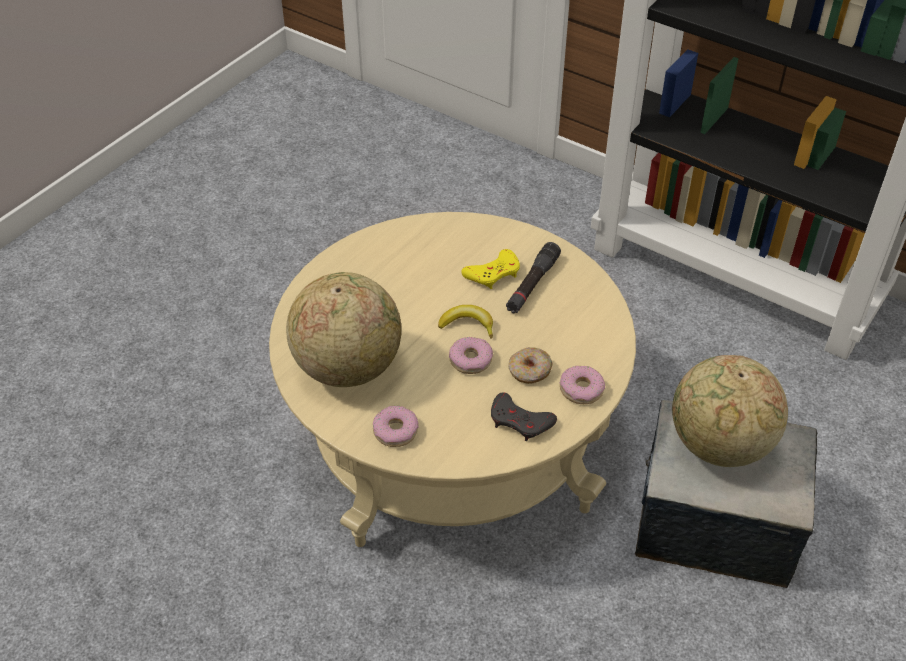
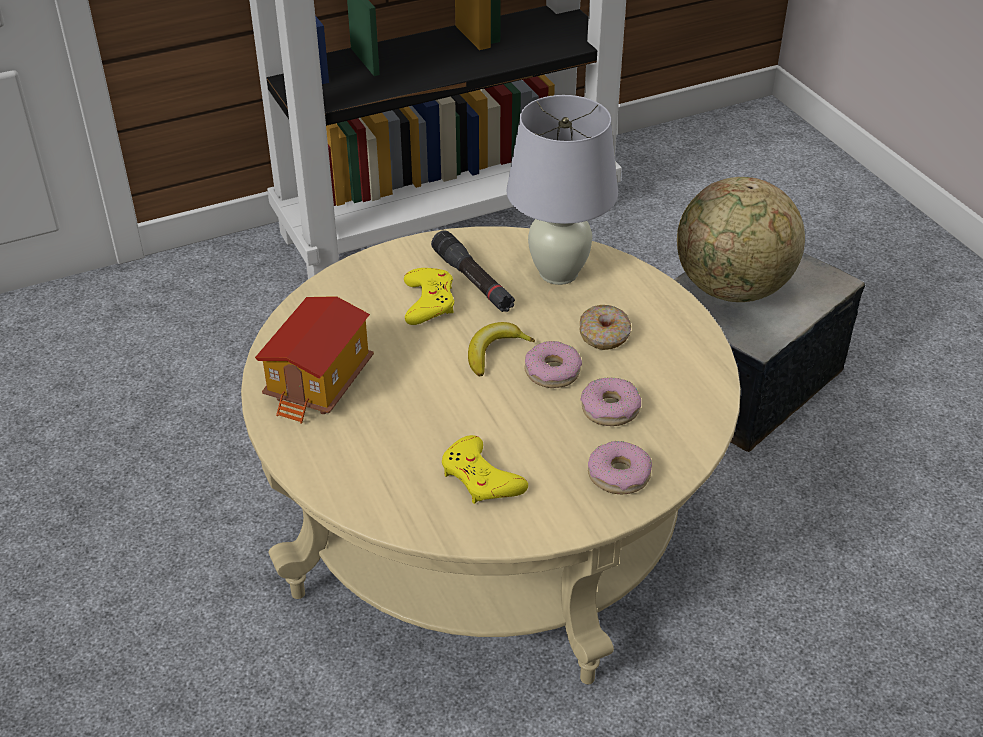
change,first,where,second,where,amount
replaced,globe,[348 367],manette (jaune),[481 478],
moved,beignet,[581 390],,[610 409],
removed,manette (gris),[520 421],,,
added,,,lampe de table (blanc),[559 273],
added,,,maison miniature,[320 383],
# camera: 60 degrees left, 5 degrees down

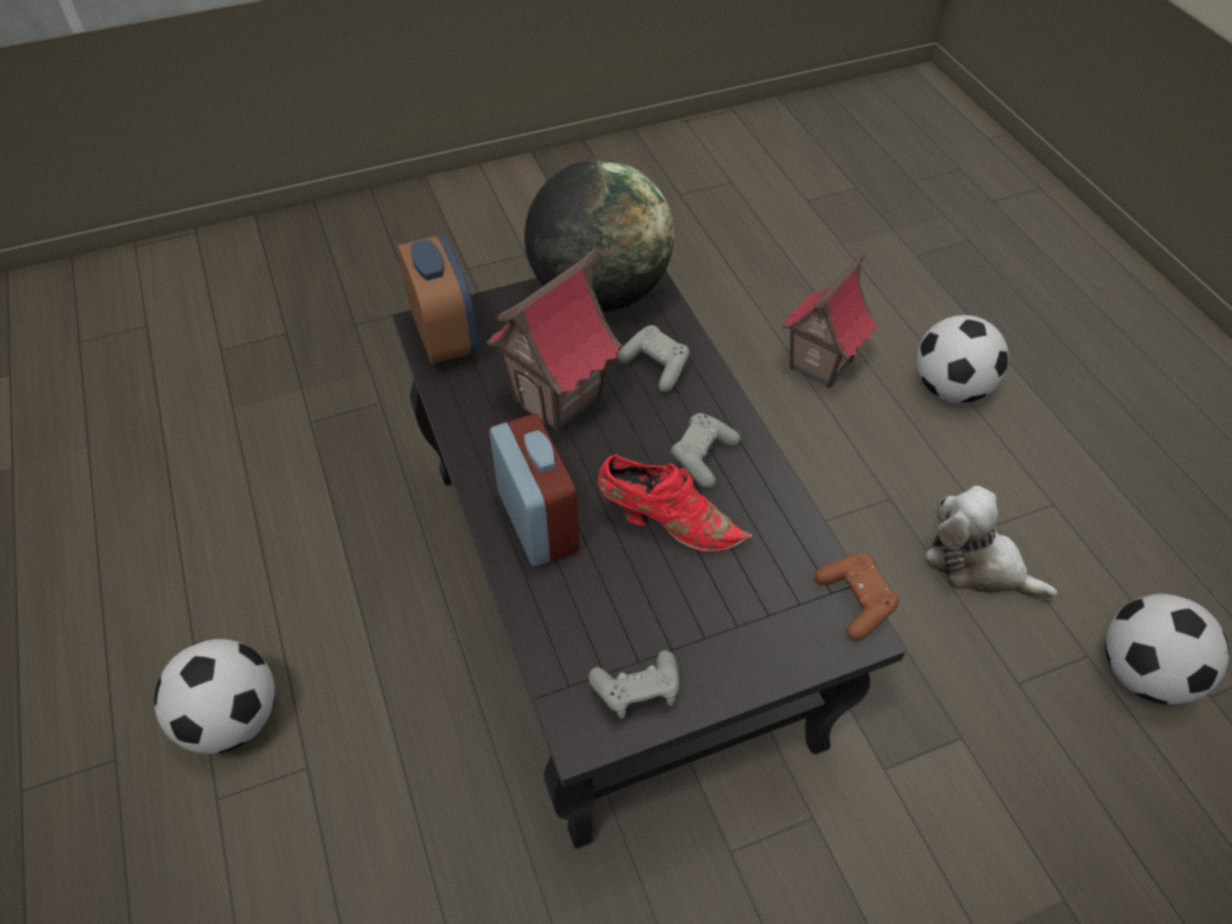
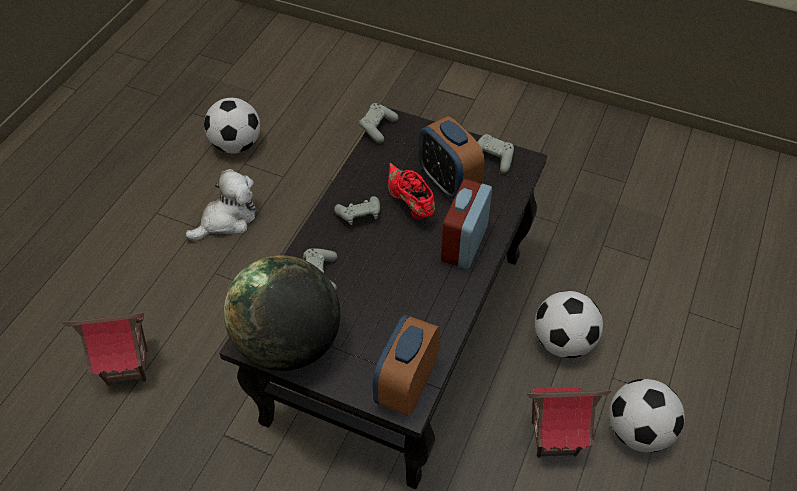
change,first,where,second,where,amount
moved,maison miniature,[558 399],,[553 438],
moved,ballon de foot,[950 388],,[563 342],
turned,peluche,[977 565],,[227 219],120 degrees counterclockwise
recoloured,manette (marron),[855 602],manette (gris),[377 128],
added,,,réveil,[448 182],
# camera: 135 degrees left, 0 degrees up

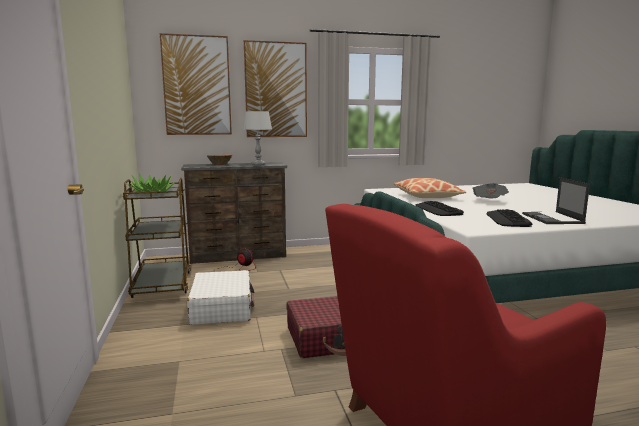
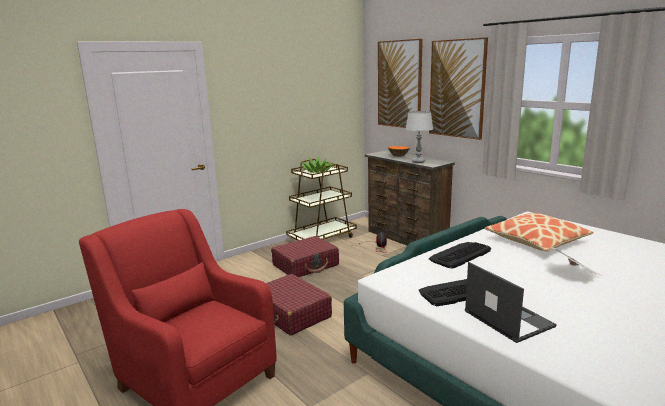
change,first,where,second,where,amount
turned,ordinateur portable,[553 218],,[507 318],90 degrees clockwise
recoloured,valise (blanc),[222 308],valise (rouge),[306 265],
# camera: 65 degrees right, 5 degrees up

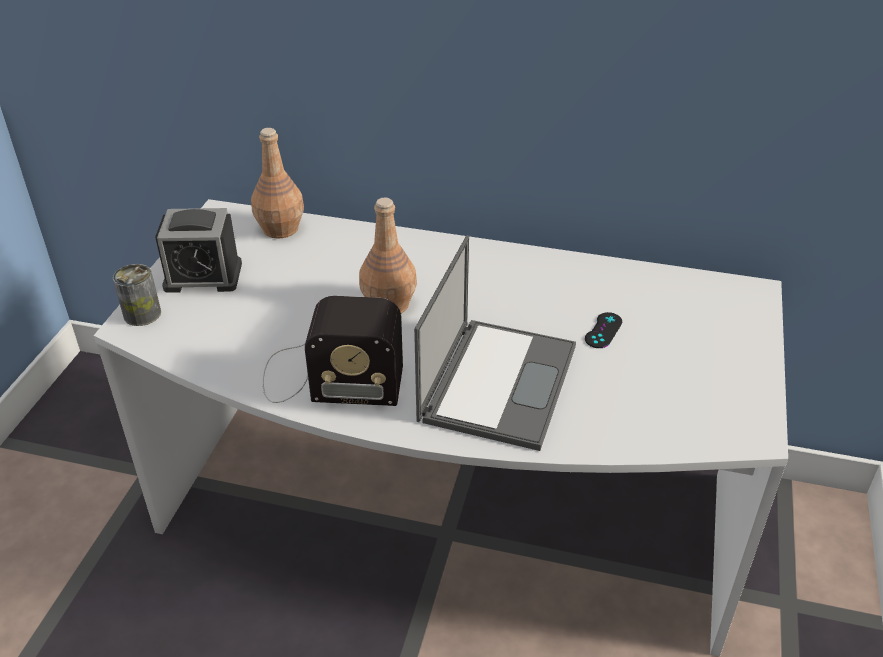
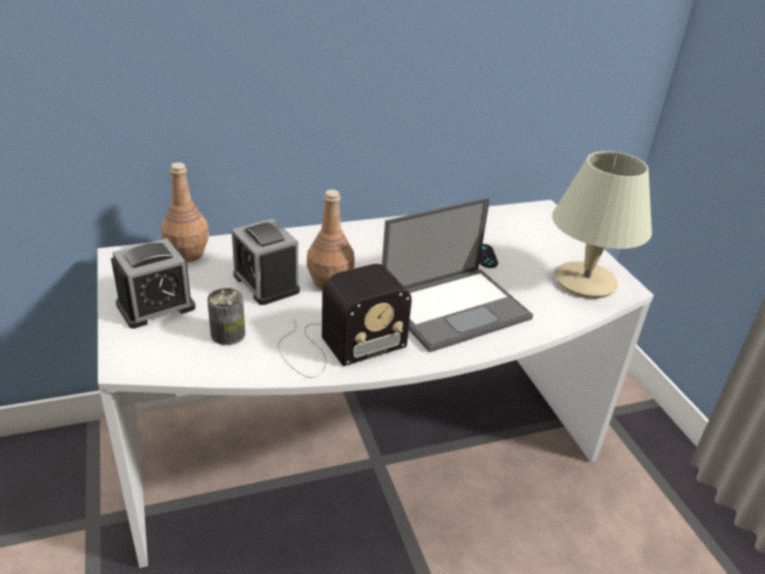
change,first,where,second,where,amount
turned,ordinateur portable,[498 381],,[455 307],75 degrees clockwise
moved,boîte métallique,[142 314],,[228 334],
added,,,lampe de table (beige),[584 281],
added,,,réveil,[266 283],
# camera: 35 degrees left, 5 degrees down

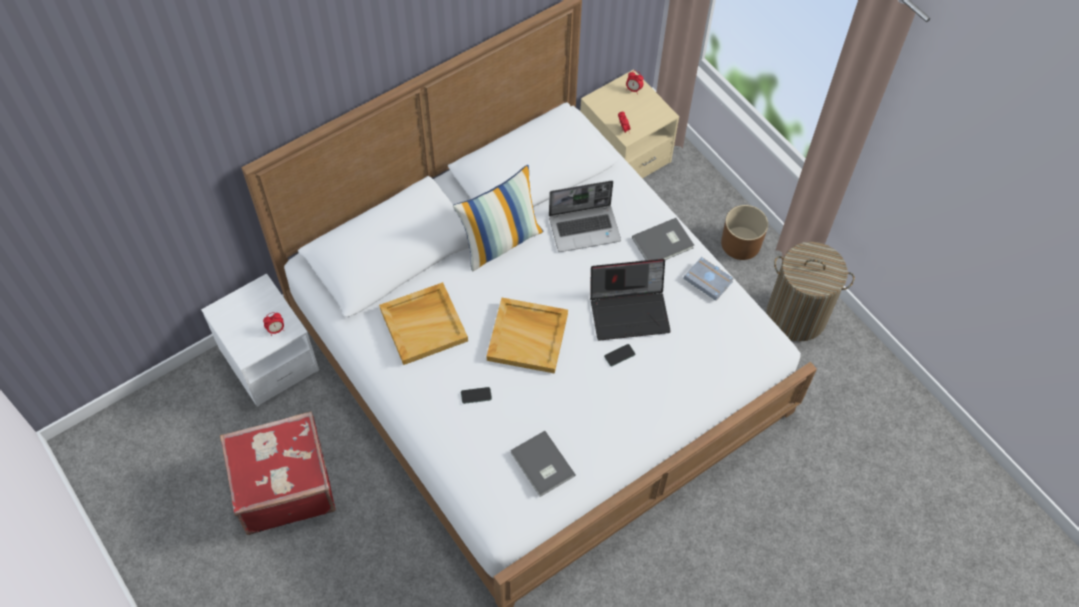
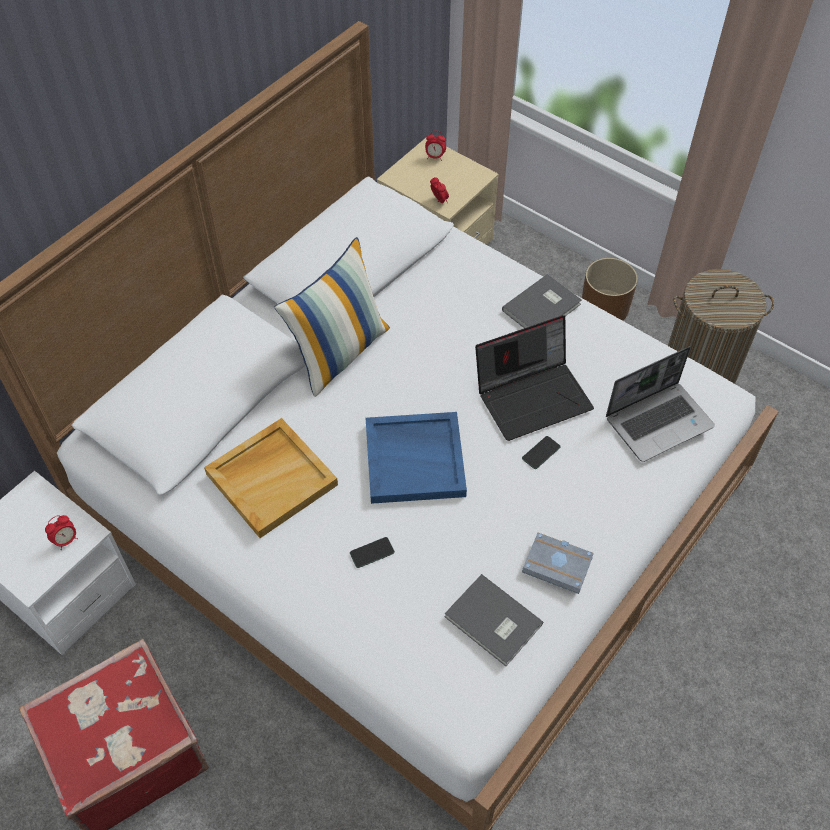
change,first,where,second,where,amount
moved,ordinateur portable,[585 228],,[659 421],
moved,livre (gris),[709 280],,[559 564],
recoloured,plateau (beige),[528 336],plateau (bleu),[415 459],
# camera: 15 degrees left, 5 degrees down

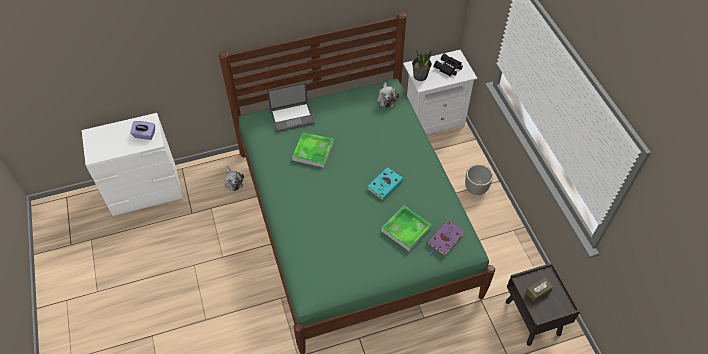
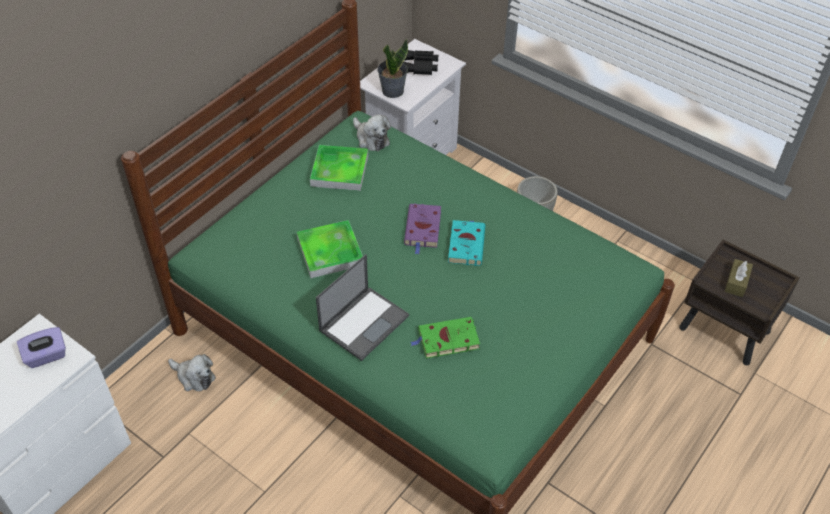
change,first,where,second,where,amount
moved,ordinateur portable,[292 116],,[364 322],
moved,plateau,[406 229],,[339 171],
moved,livre (violet),[444 240],,[423 229],
added,,,livre (vert),[446 340],
# camera: 35 degrees left, 5 degrees down

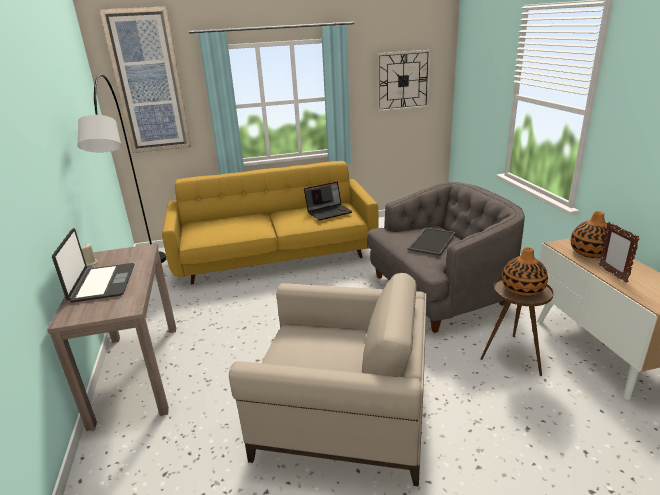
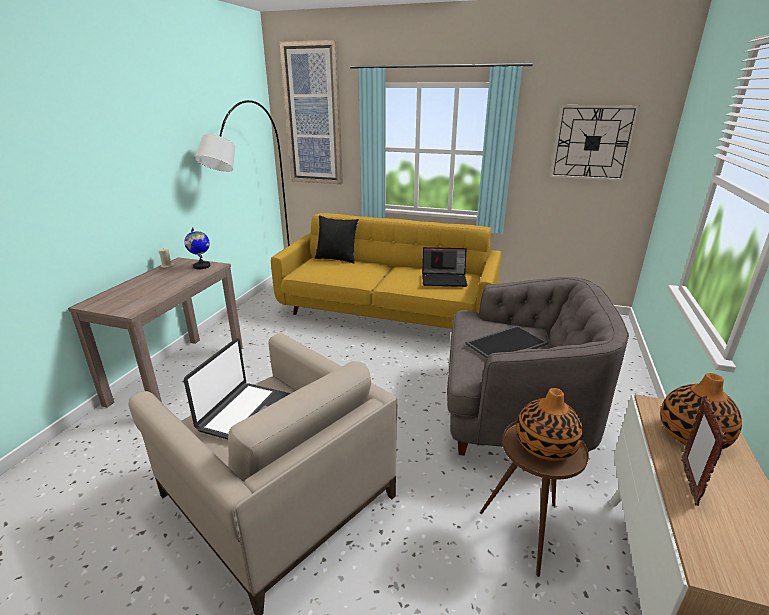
change,first,where,second,where,amount
moved,ordinateur portable,[102 283],,[245 413],
added,,,coussin (noir),[337 258],
added,,,globe,[201 266],
# camera: 30 degrees right, 0 degrees up

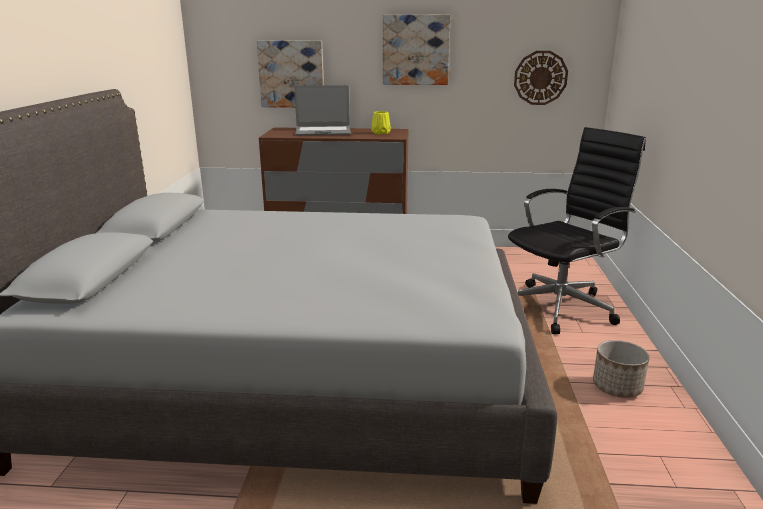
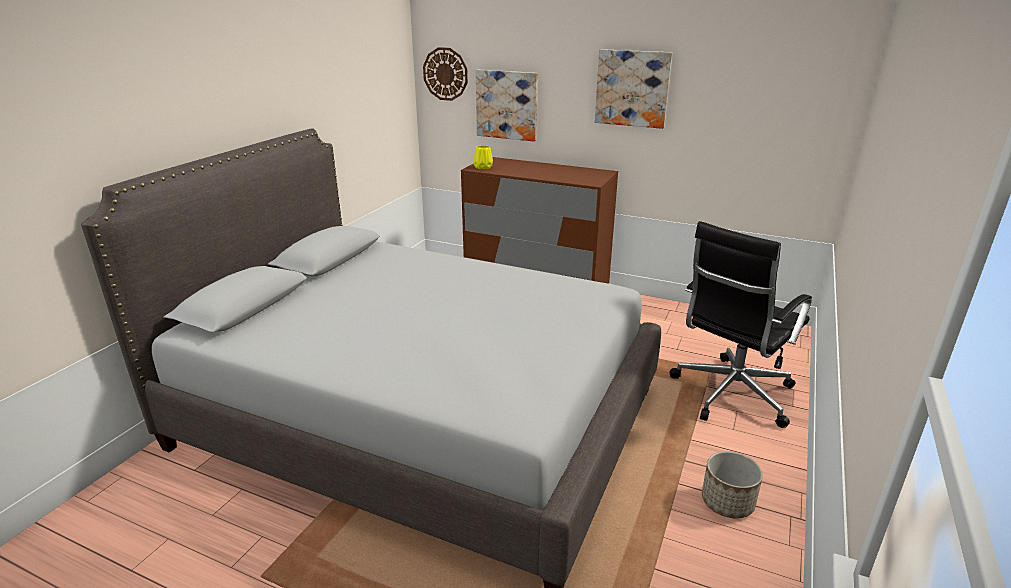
change,first,where,second,where,amount
moved,horloge murale,[540 78],,[445 74],
removed,ordinateur portable,[323 132],,,
moved,vase (jaune),[381 133],,[483 167],
turned,chaise de bureau (noir),[562 307],,[730 394],150 degrees clockwise
# camera: 20 degrees right, 5 degrees up

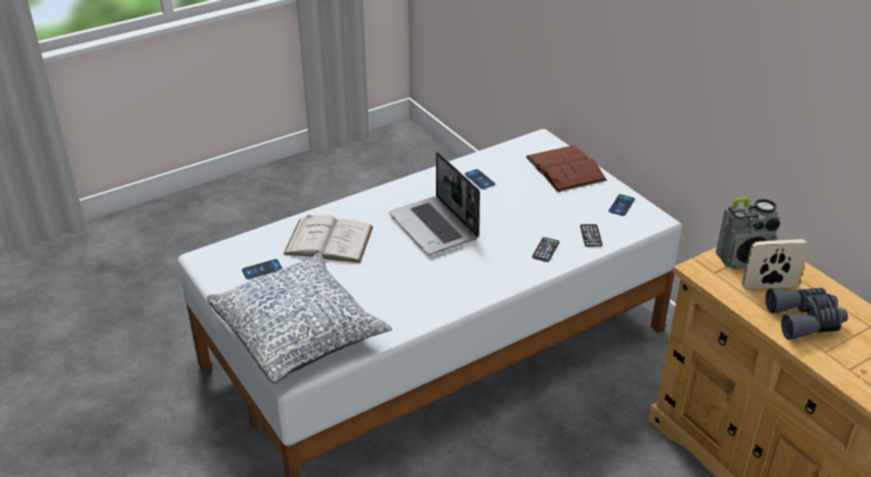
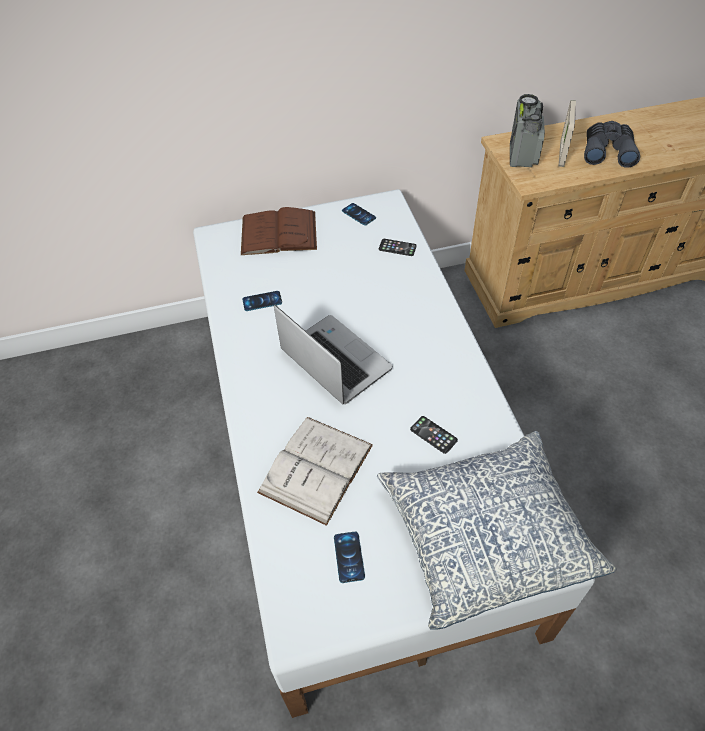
change,first,where,second,where,amount
turned,ordinateur portable,[435 227],,[333 360],120 degrees counterclockwise
moved,téléphone,[545 250],,[433 435],
# camera: 70 degrees left, 15 degrees up

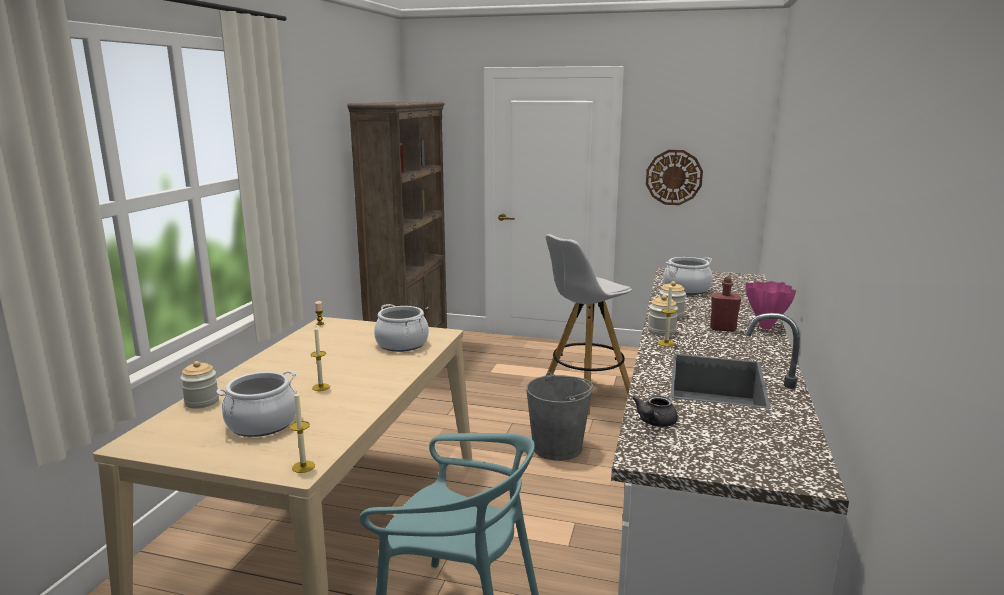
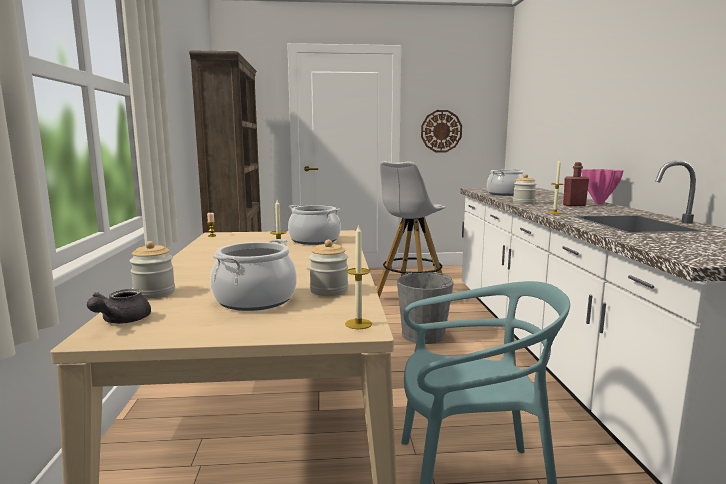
change,first,where,second,where,amount
moved,bocal,[661 331],,[329 290],
moved,théière (gris),[654 423],,[121 321],
# camera: 20 degrees left, 5 degrees down

